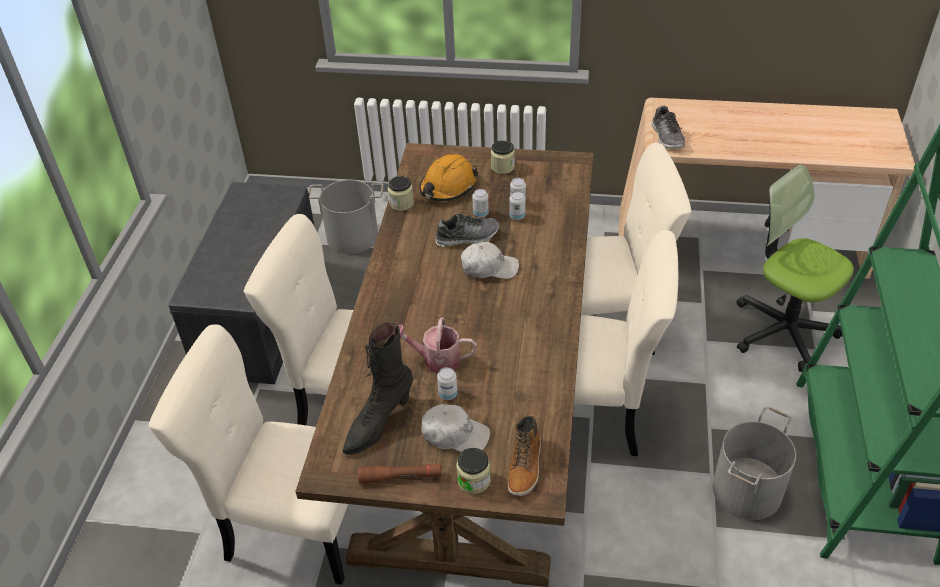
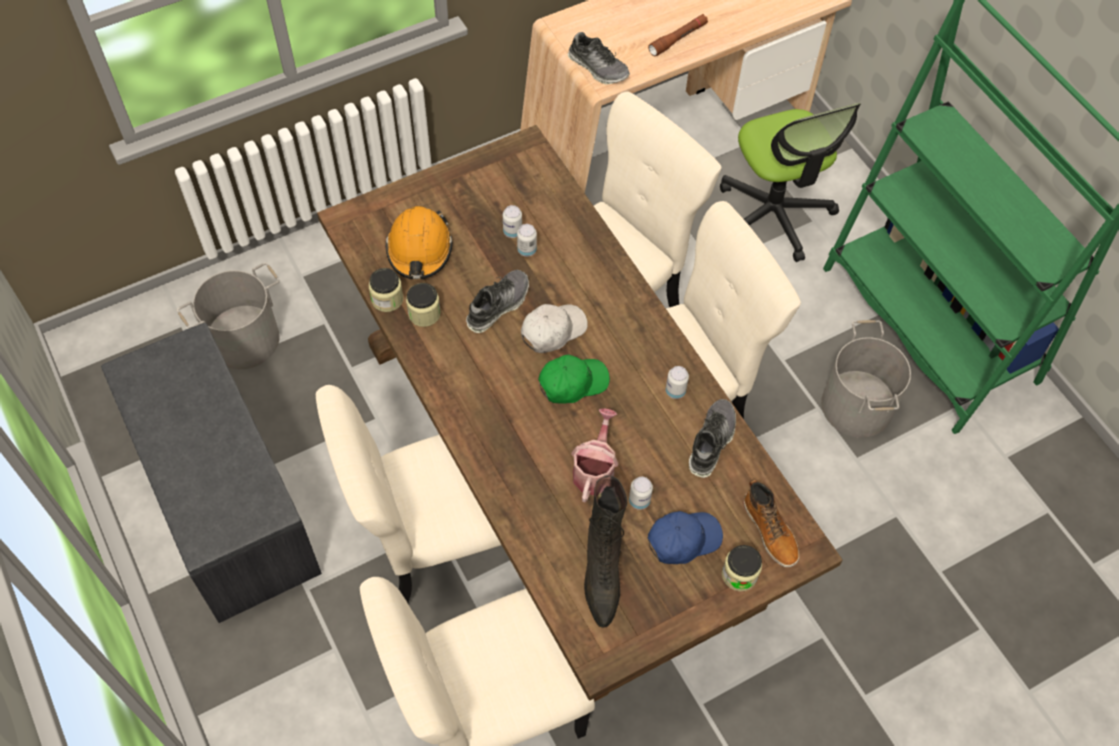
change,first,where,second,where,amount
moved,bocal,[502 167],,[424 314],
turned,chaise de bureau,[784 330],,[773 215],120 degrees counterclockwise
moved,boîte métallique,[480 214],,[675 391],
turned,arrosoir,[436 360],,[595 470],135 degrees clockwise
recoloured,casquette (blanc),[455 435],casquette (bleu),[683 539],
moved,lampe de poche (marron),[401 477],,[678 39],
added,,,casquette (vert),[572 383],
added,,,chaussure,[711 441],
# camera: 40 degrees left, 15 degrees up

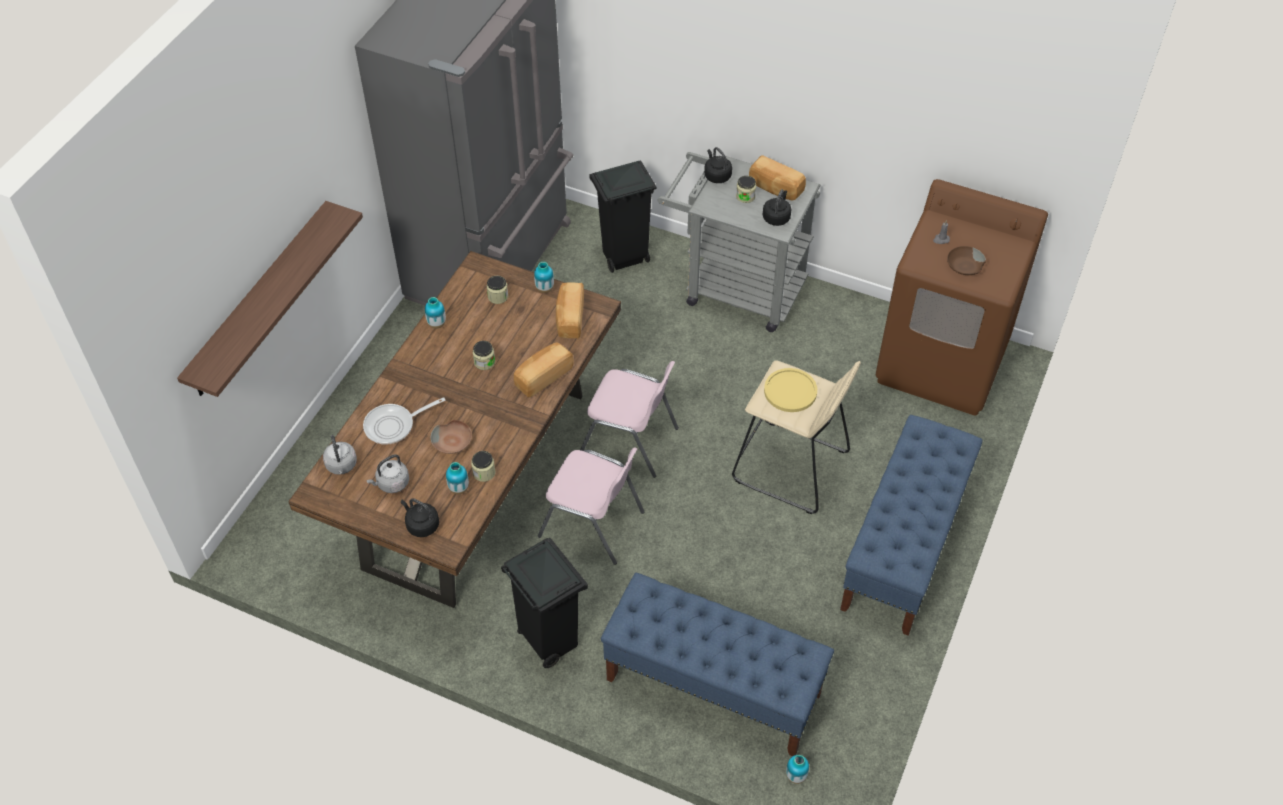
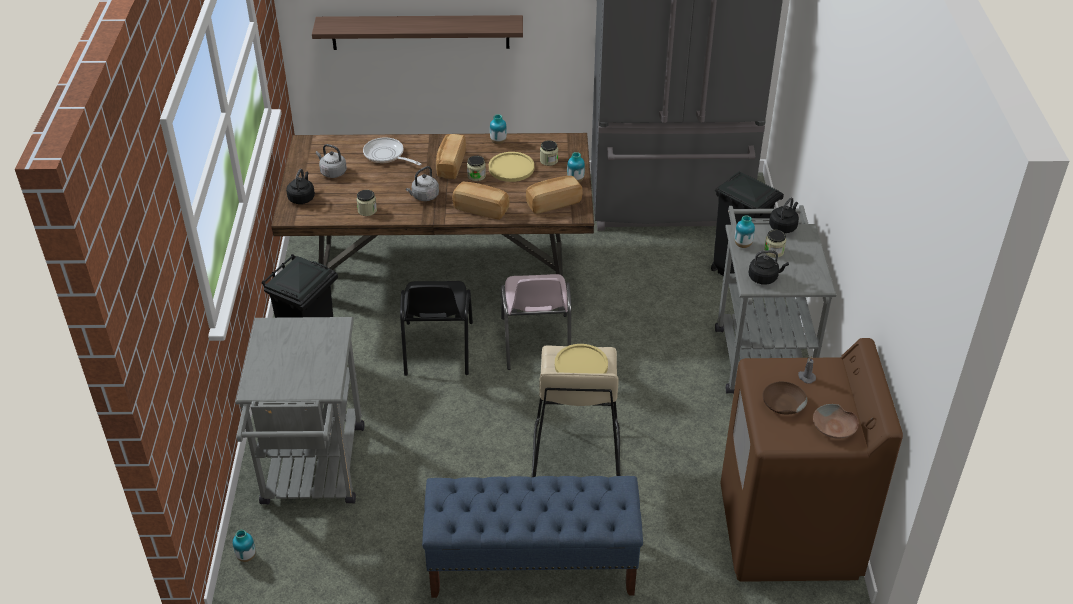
change,first,where,second,where,amount
moved,pain,[775 188],,[450 165],
moved,bol (marron),[453 442],,[834 428],
moved,bouilloire (gris),[341 466],,[424 196],
recoloured,chaise (rose),[593 524],chaise (noir),[437 349],
moved,vase,[459 489],,[743 245],
replaced,banc (bleu),[712 687],chariot (gris),[313 474],
added,,,assiette (jaune),[511 168],
# camera: 65 degrees right, 10 degrees down

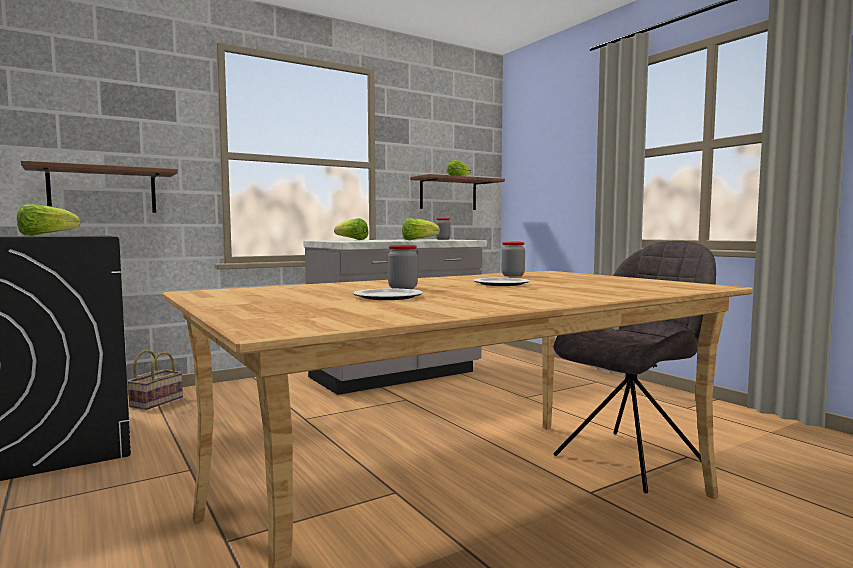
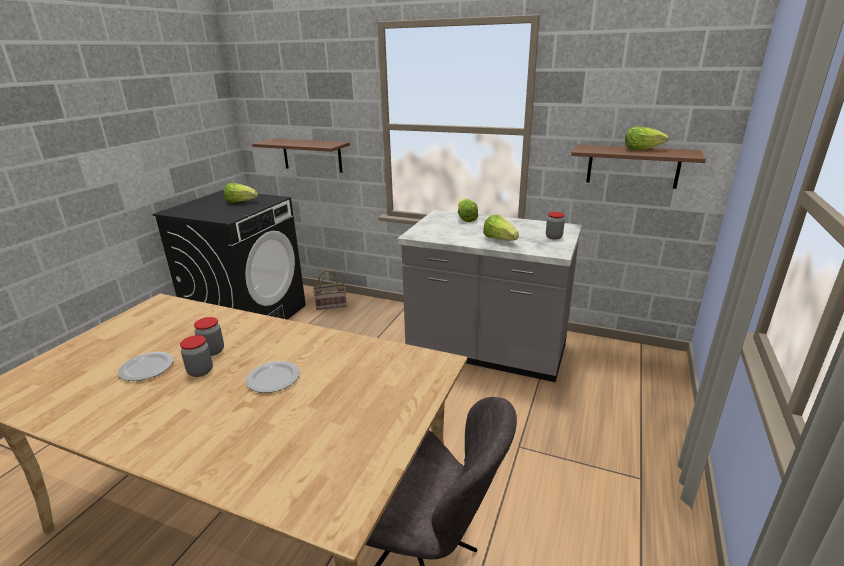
change,first,where,second,where,amount
moved,bocal,[512 275],,[200 371],
# camera: 55 degrees right, 20 degrees up

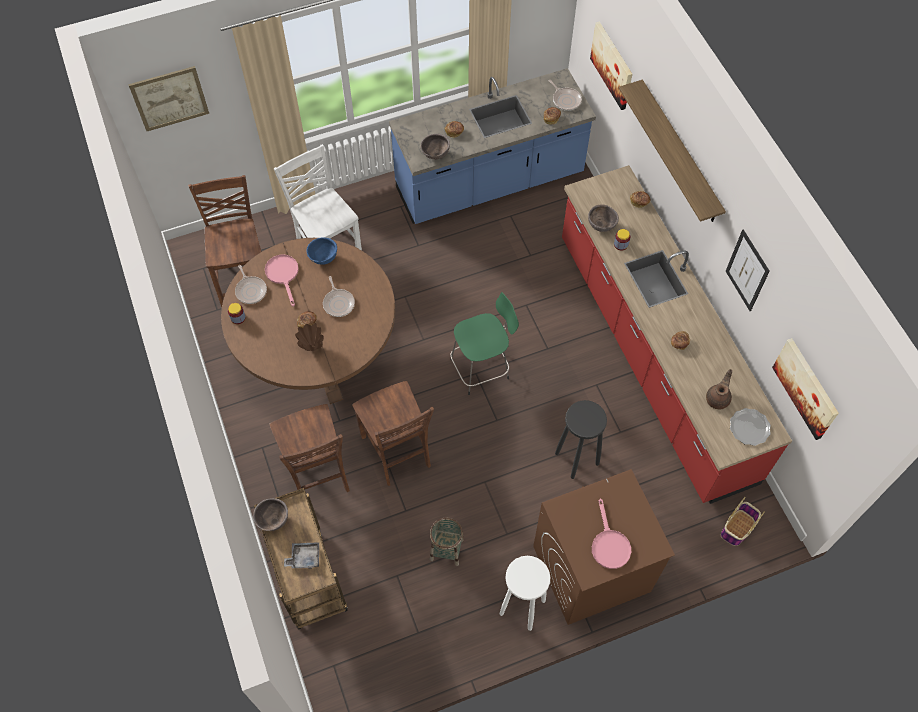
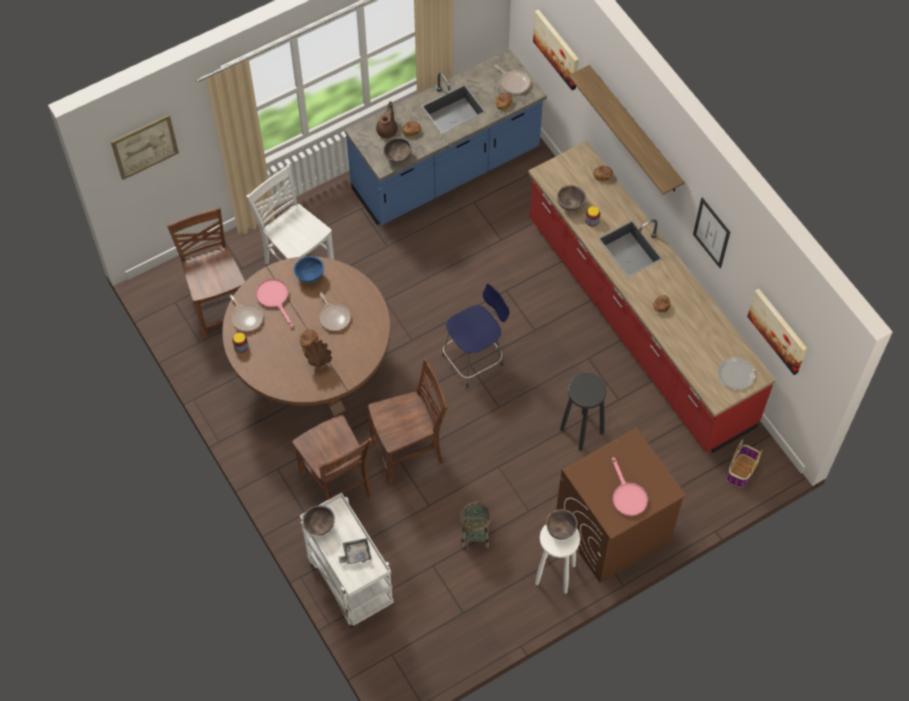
change,first,where,second,where,amount
recoloured,tabouret (vert),[481 368],tabouret (bleu),[474 359],
moved,théière (marron),[718 398],,[387 130],
turned,chaise (marron),[397 452],,[409 452],75 degrees counterclockwise
recoloured,chariot (marron),[307 577],chariot (blanc),[349 581],
added,,,bol (marron),[560 530],
# camera: 10 degrees left, 0 degrees up

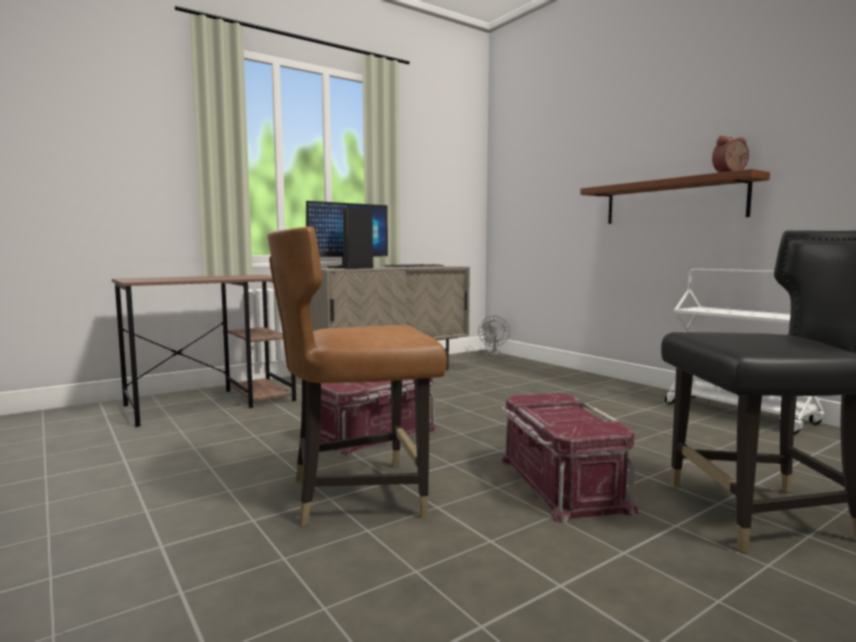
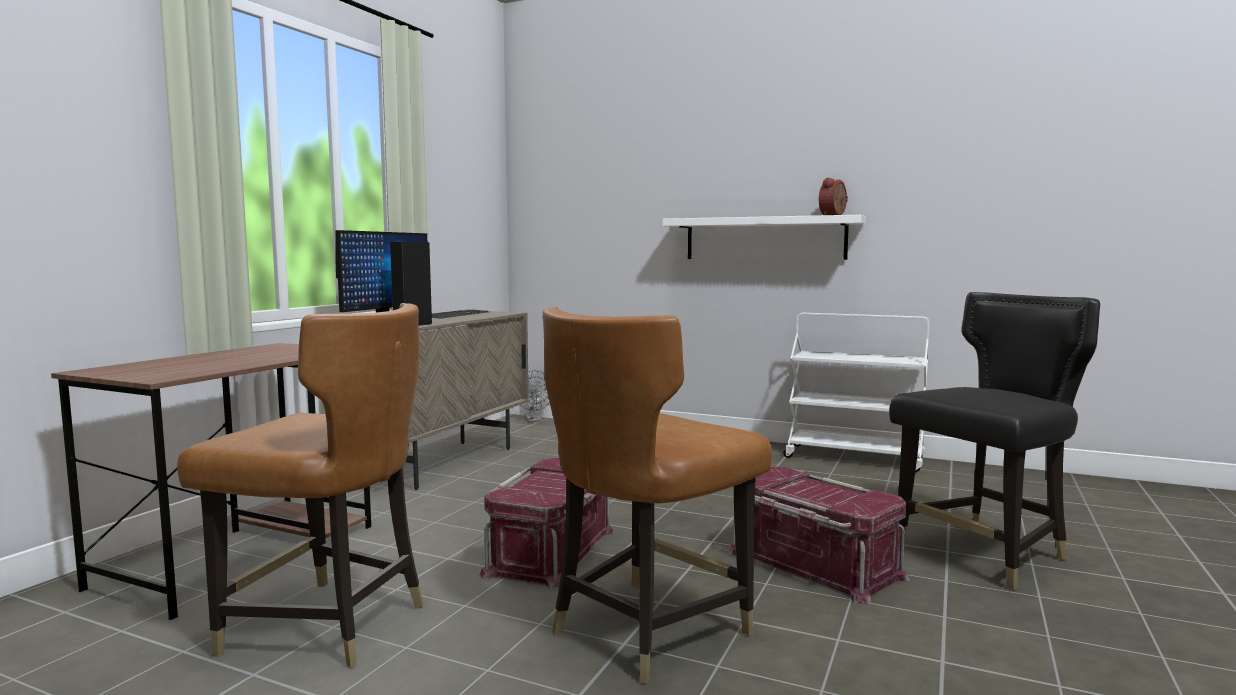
change,first,where,second,where,amount
recoloured,étagère (marron),[672 201],étagère (blanc),[764 238],
added,,,chaise (marron),[327 625],
# camera: 30 degrees left, 0 degrees up

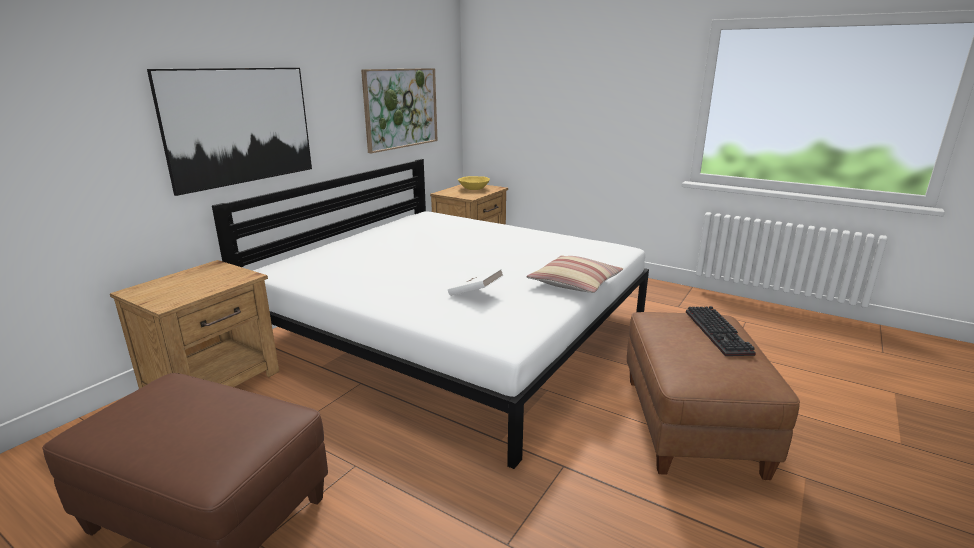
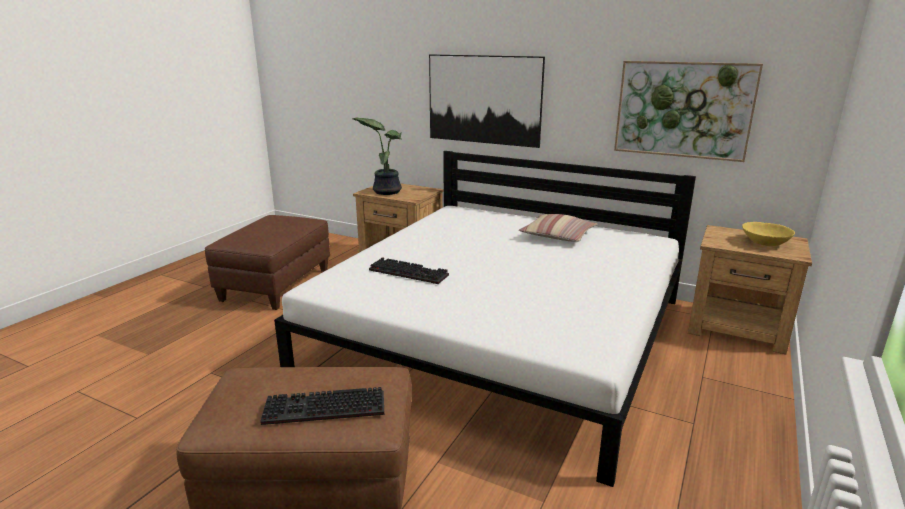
change,first,where,second,where,amount
moved,coussin,[575 283],,[557 236],
replaced,livre (blanc),[475 294],clavier,[410 272],
added,,,plante en pot,[386 191],
# camera: 85 degrees right, 0 degrees up

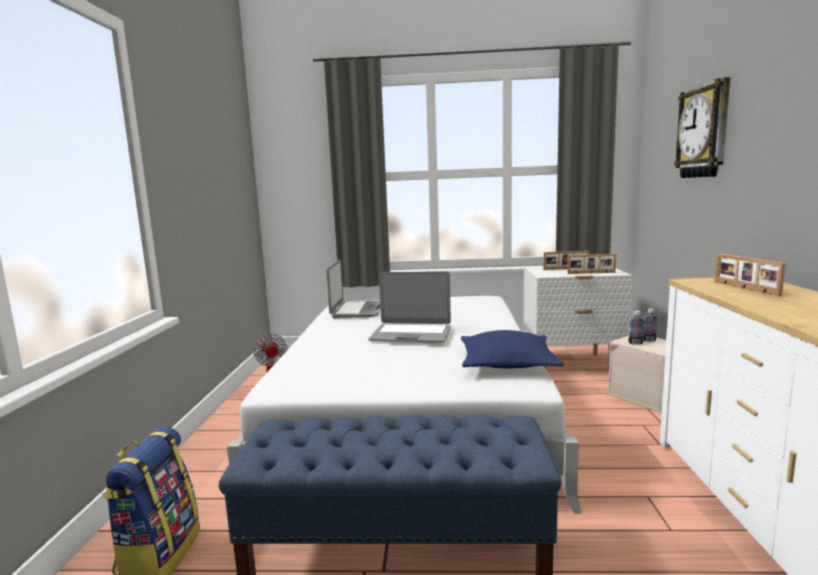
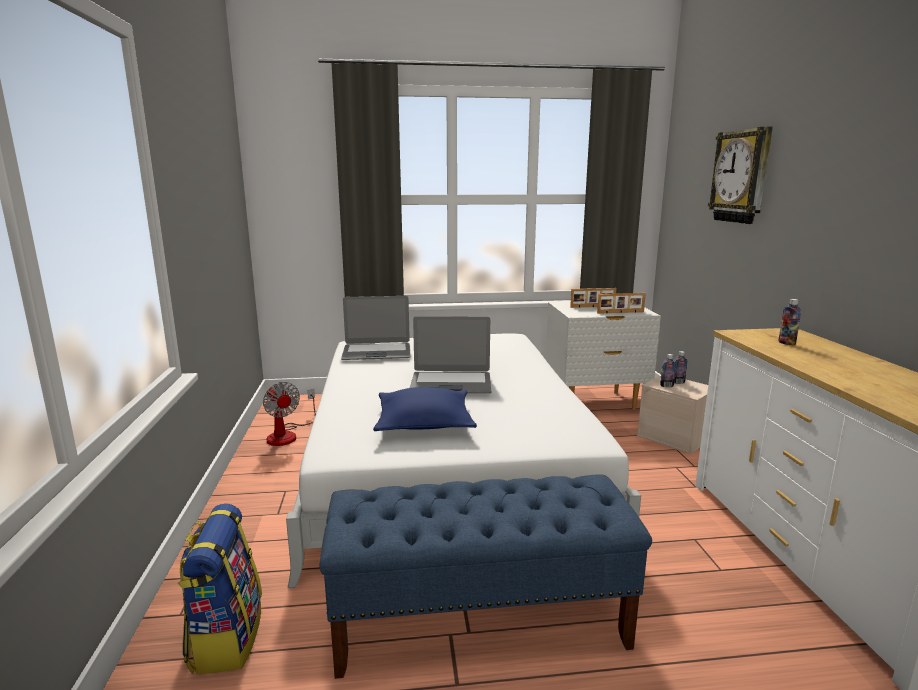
change,first,where,second,where,amount
replaced,cadre photo,[744 288],bouteille,[786 343],
turned,ordinateur portable,[358 310],,[377 352],90 degrees clockwise
moved,coussin (bleu),[507 363],,[424 422],
# camera: 10 degrees left, 5 degrees up

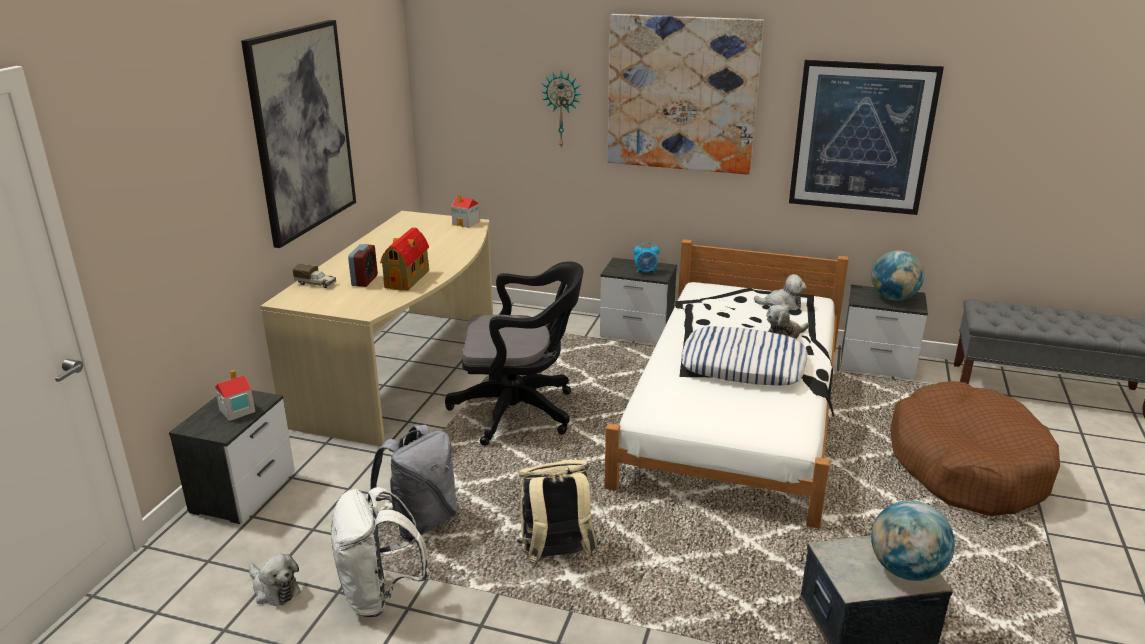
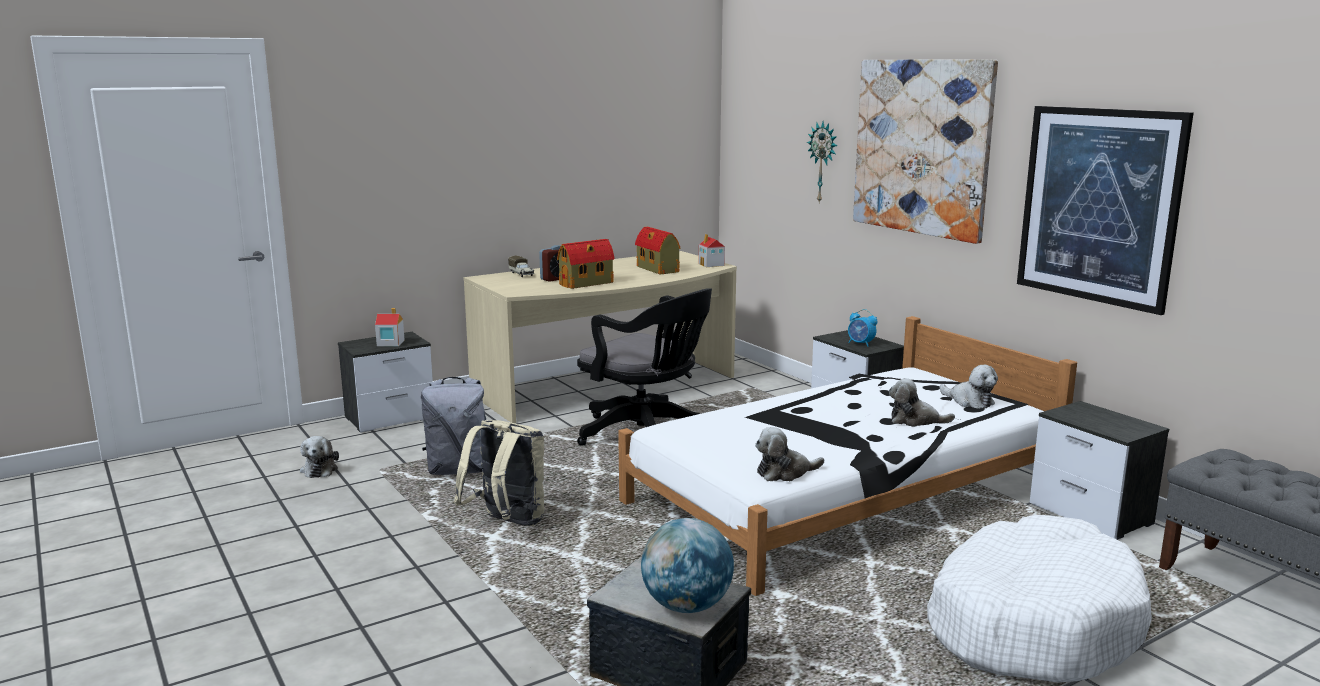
change,first,where,second,where,amount
removed,tableau,[302 130],,,
removed,globe,[893 298],,,
removed,coussin,[743 365],,,
recoloured,panier pour chien (marron),[966 466],panier pour chien (blanc),[1031 623],
removed,sac à dos (blanc),[380 594],,,
added,,,maison miniature,[658 269],
added,,,peluche,[785 472],
# camera: 40 degrees right, 10 degrees down

